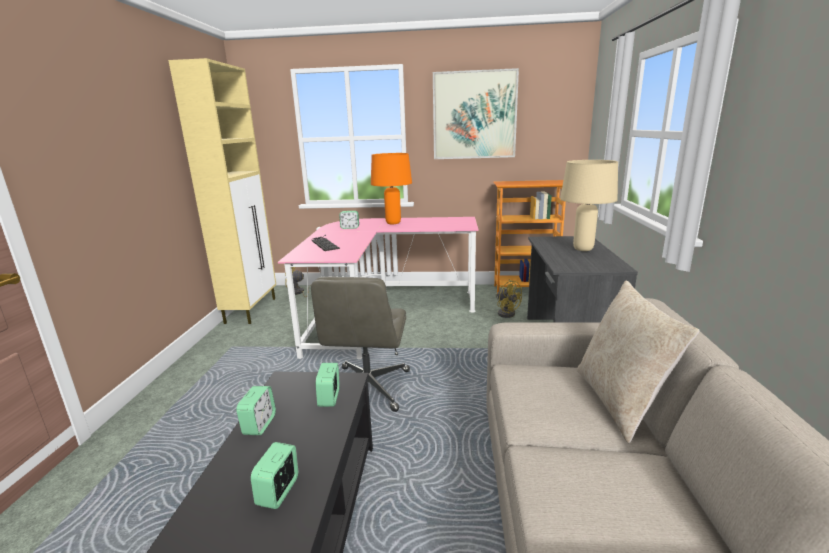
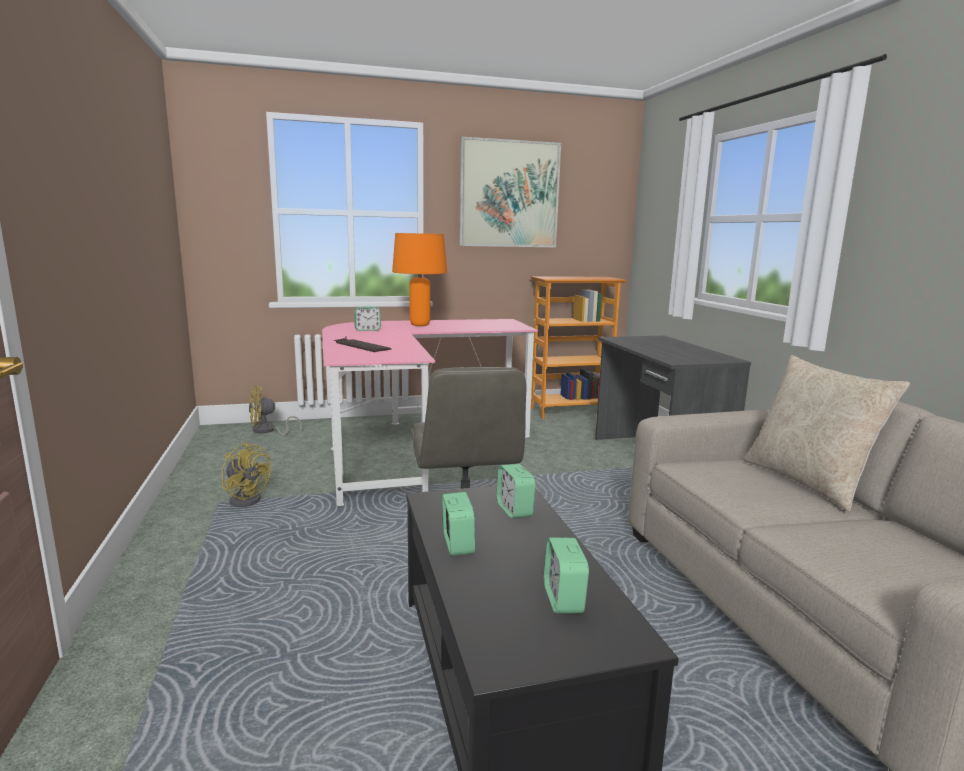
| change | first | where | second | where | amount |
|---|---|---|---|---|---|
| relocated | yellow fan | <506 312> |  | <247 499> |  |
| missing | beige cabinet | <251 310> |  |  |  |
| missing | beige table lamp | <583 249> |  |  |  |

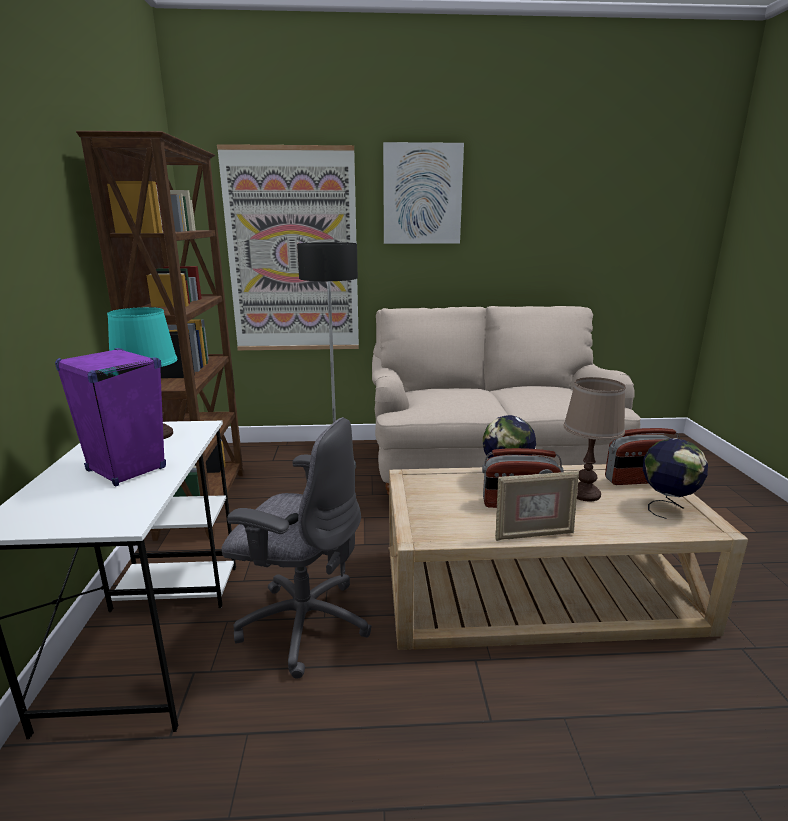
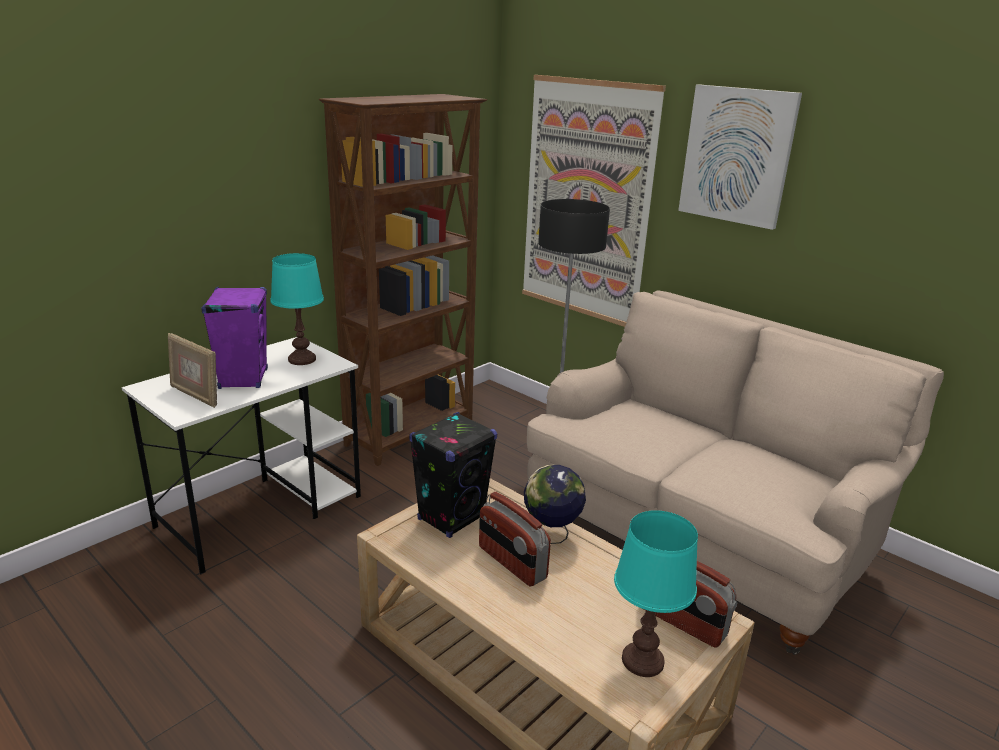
| change | first | where | second | where | amount |
|---|---|---|---|---|---|
| relocated | picture frame | <533 534> |  | <195 395> |  |
| appeared |  |  | black speaker | <452 518> |  |
| exchanged | globe | <666 507> | turquoise table lamp | <643 660> |  |
| missing | grey office chair | <303 622> |  |  |  |
| missing | brown table lamp | <584 493> |  |  |  |

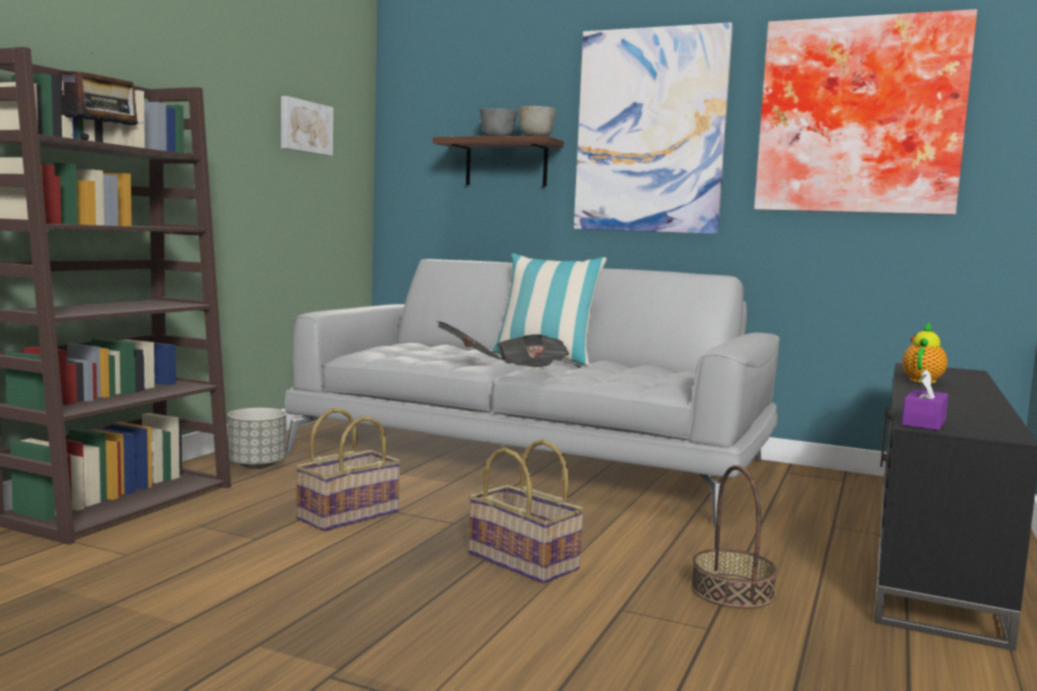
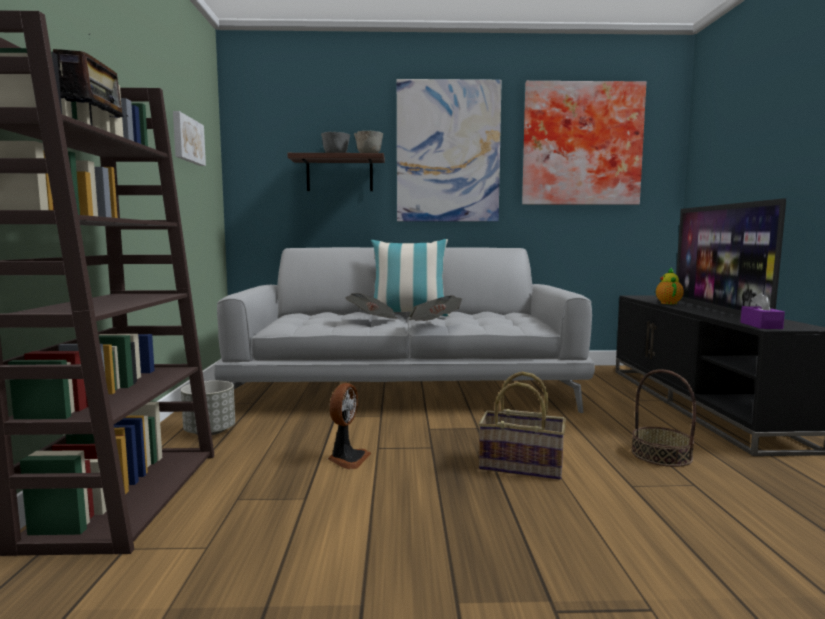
| change | first | where | second | where | amount |
|---|---|---|---|---|---|
| exchanged | basket | <348 515> | fan | <347 459> |  |
| appeared |  |  | television | <719 310> |  |

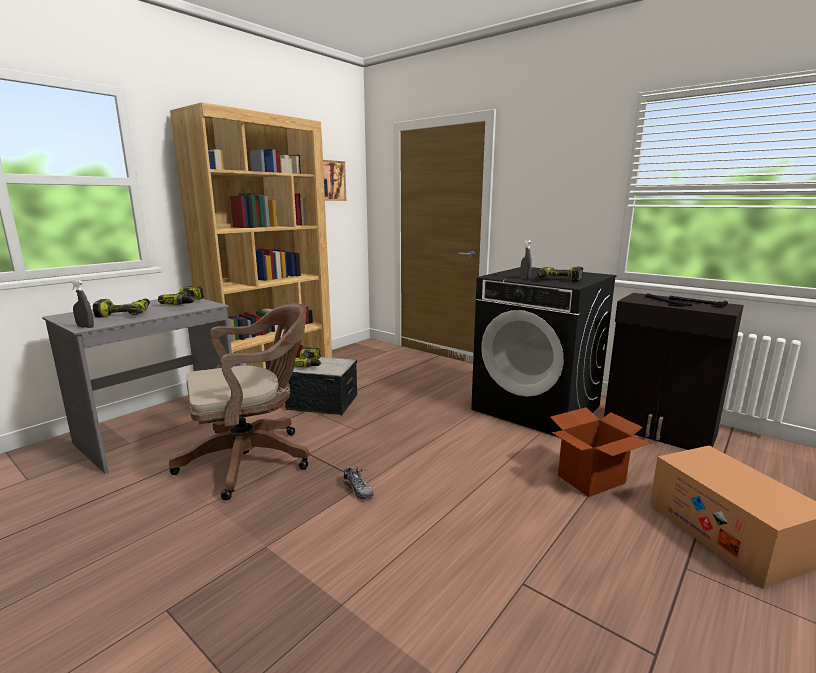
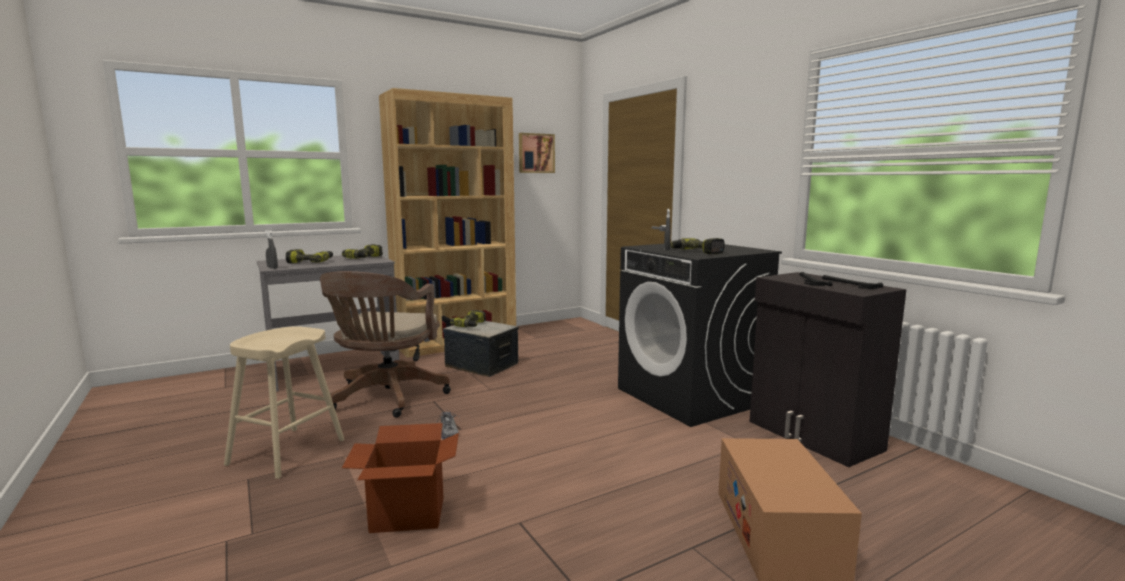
| change | first | where | second | where | amount |
|---|---|---|---|---|---|
| appeared |  |  | beige stool | <286 452> |  |
| spun | brown office chair | <253 459> |  | <386 398> | 105 degrees clockwise |
| relocated | cardboard box | <591 479> |  | <407 515> |  |

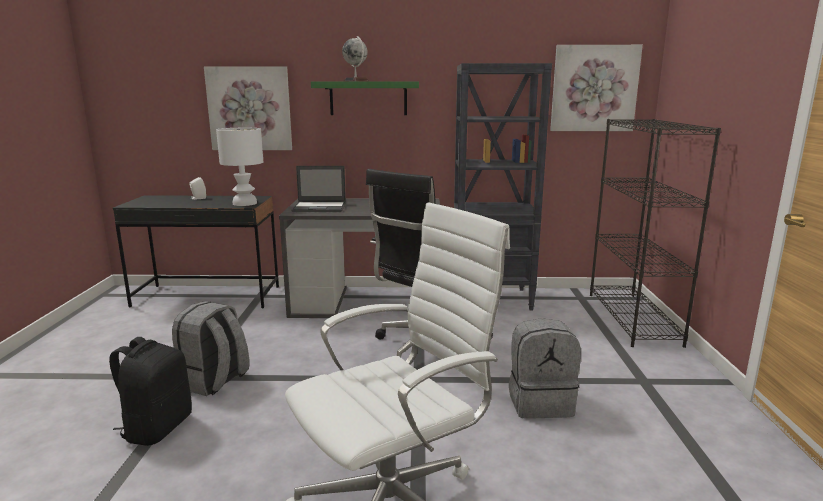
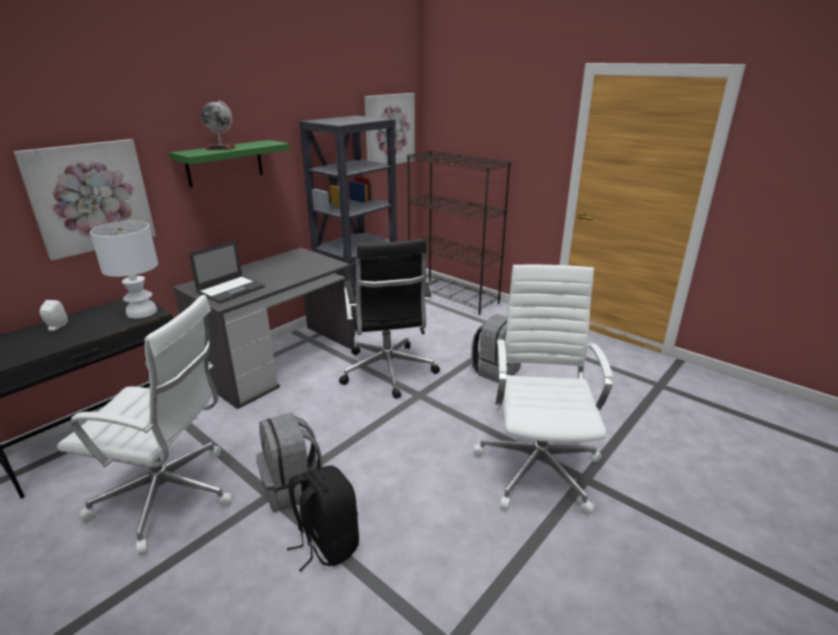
| change | first | where | second | where | amount |
|---|---|---|---|---|---|
| appeared |  |  | white office chair | <169 496> |  |

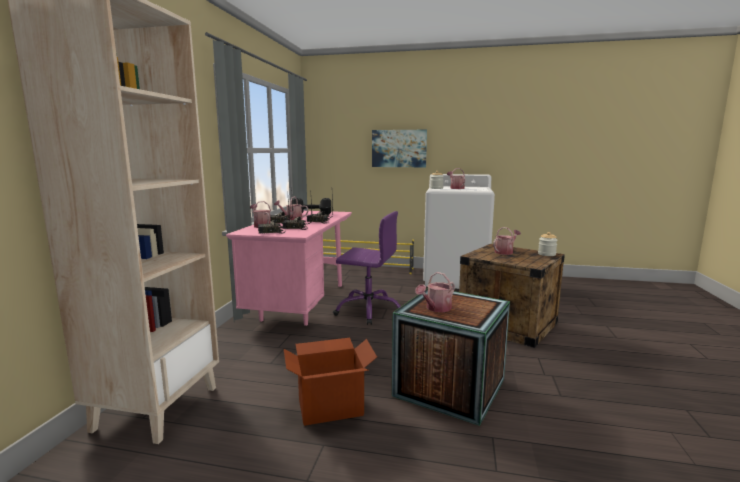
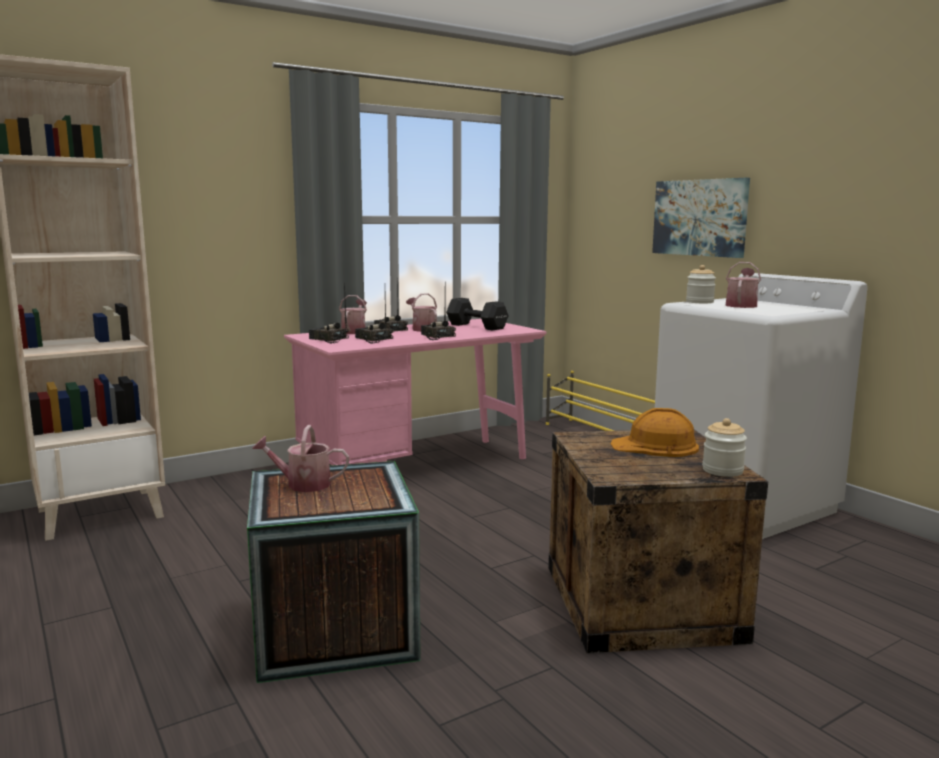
| change | first | where | second | where | amount |
|---|---|---|---|---|---|
| exchanged | watering can | <505 252> | orange hard hat | <655 446> |  |
| missing | cardboard box | <330 407> |  |  |  |
| missing | purple office chair | <369 310> |  |  |  |

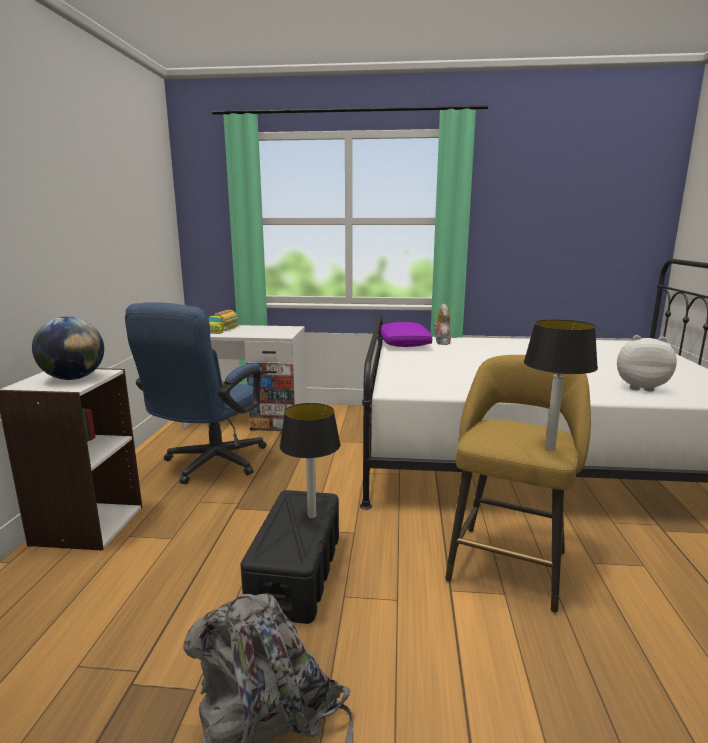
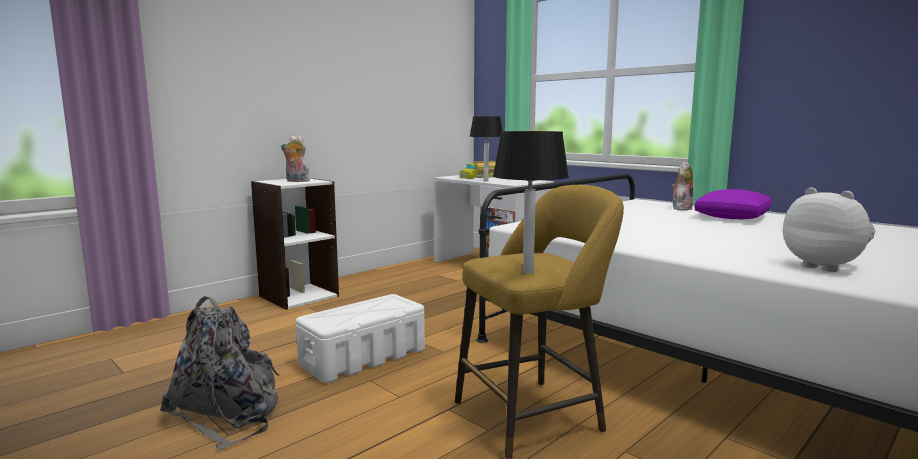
| change | first | where | second | where | amount |
|---|---|---|---|---|---|
| exchanged | globe | <73 378> | plush toy | <296 181> |  |
| colour | black storage box | <296 572> | white storage box | <364 357> |  |
| relocated | table lamp | <311 515> |  | <486 181> |  |
| relocated | purple pillow | <404 344> |  | <732 217> |  |
| missing | blue office chair | <209 465> |  |  |  |

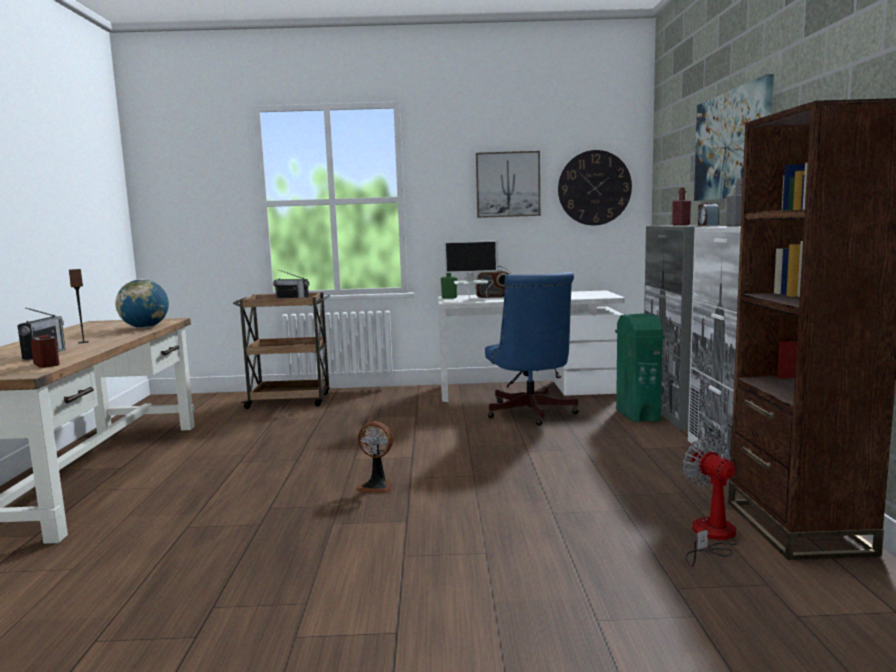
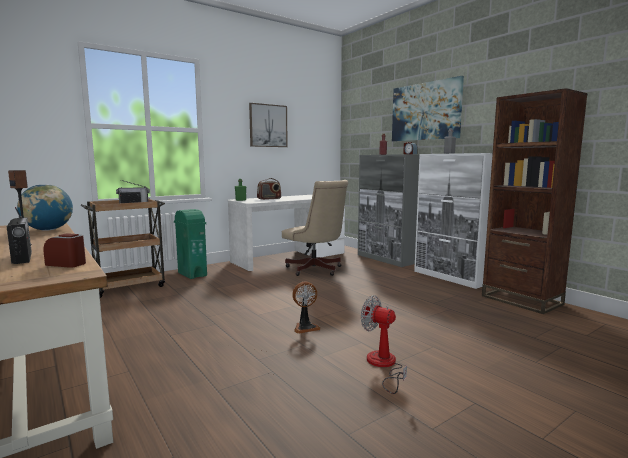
| change | first | where | second | where | amount |
|---|---|---|---|---|---|
| relocated | green trash can | <637 415> |  | <192 274> |  |
| colour | blue office chair | <531 414> | beige office chair | <316 270> |  |
| relocated | fan | <711 537> |  | <383 365> |  |
| missing | monitor | <472 300> |  |  |  |
| missing | wall clock | <594 188> |  |  |  |

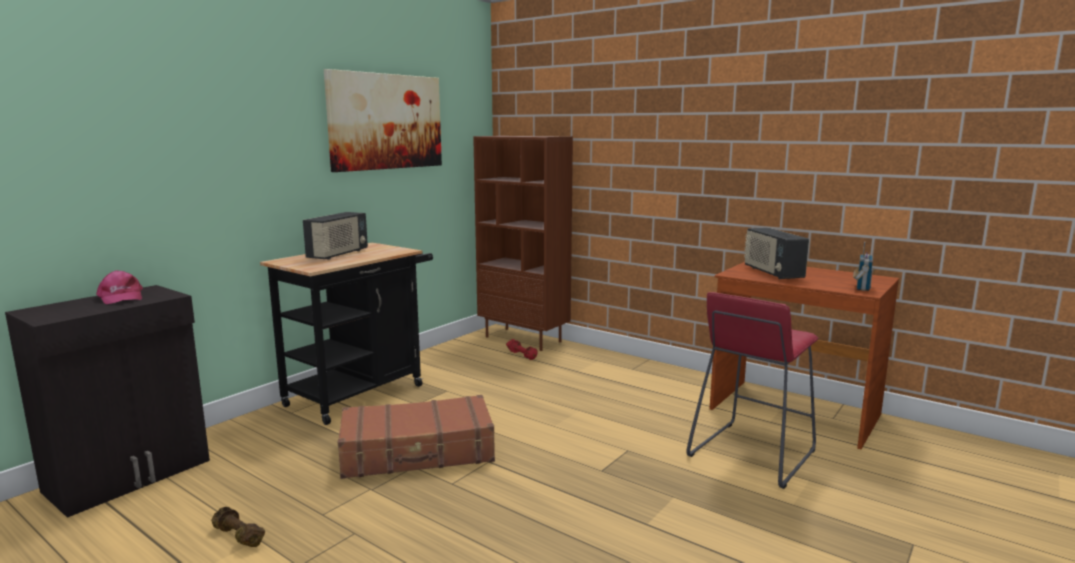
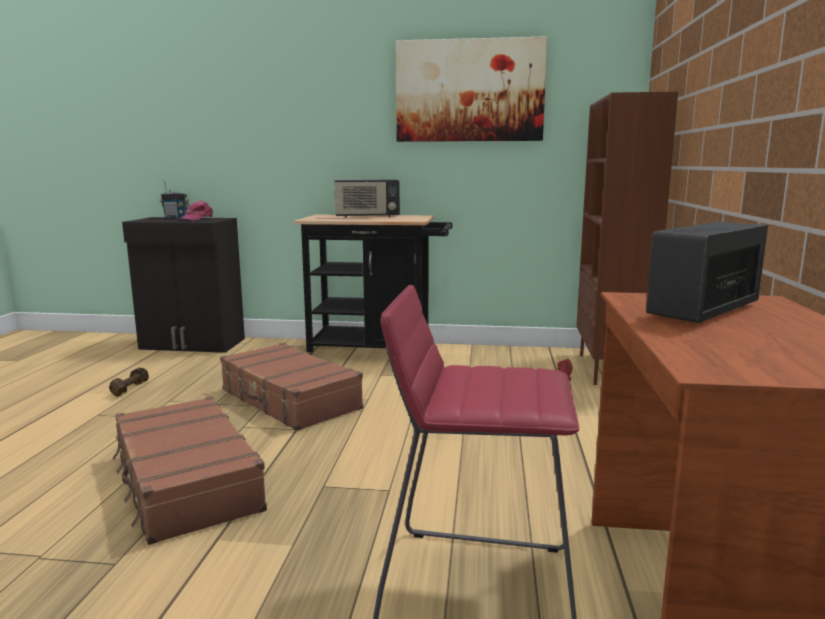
| change | first | where | second | where | amount |
|---|---|---|---|---|---|
| appeared |  |  | brown suitcase | <186 483> |  |
| relocated | radio | <862 288> |  | <176 217> |  |

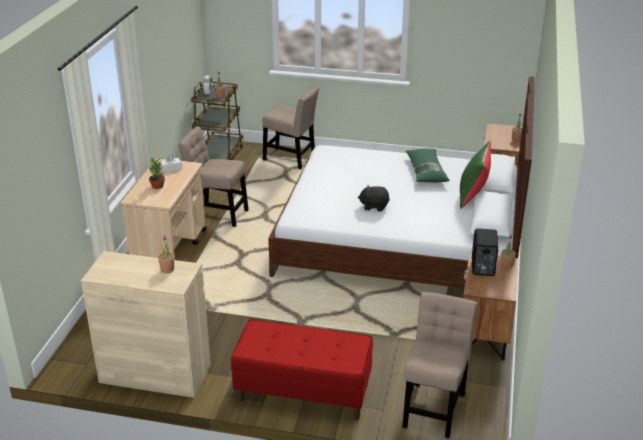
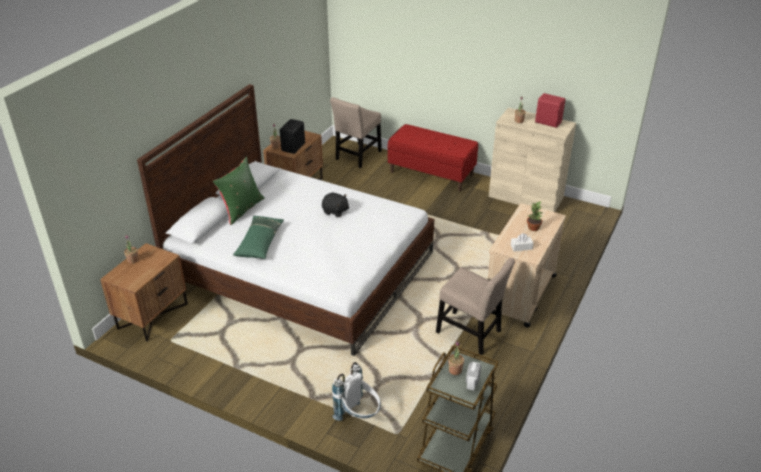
| change | first | where | second | where | amount |
|---|---|---|---|---|---|
| exchanged | beige chair | <291 159> | white backpack | <358 416> |  |
| appeared |  |  | red speaker | <548 122> |  |

